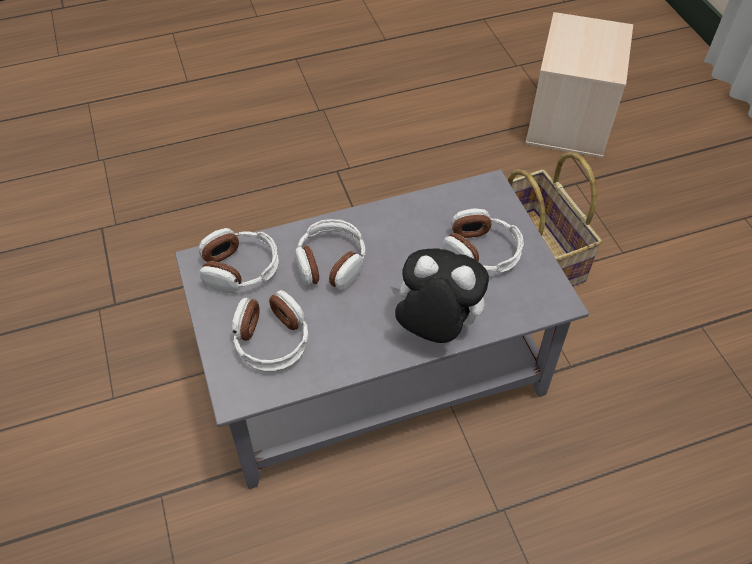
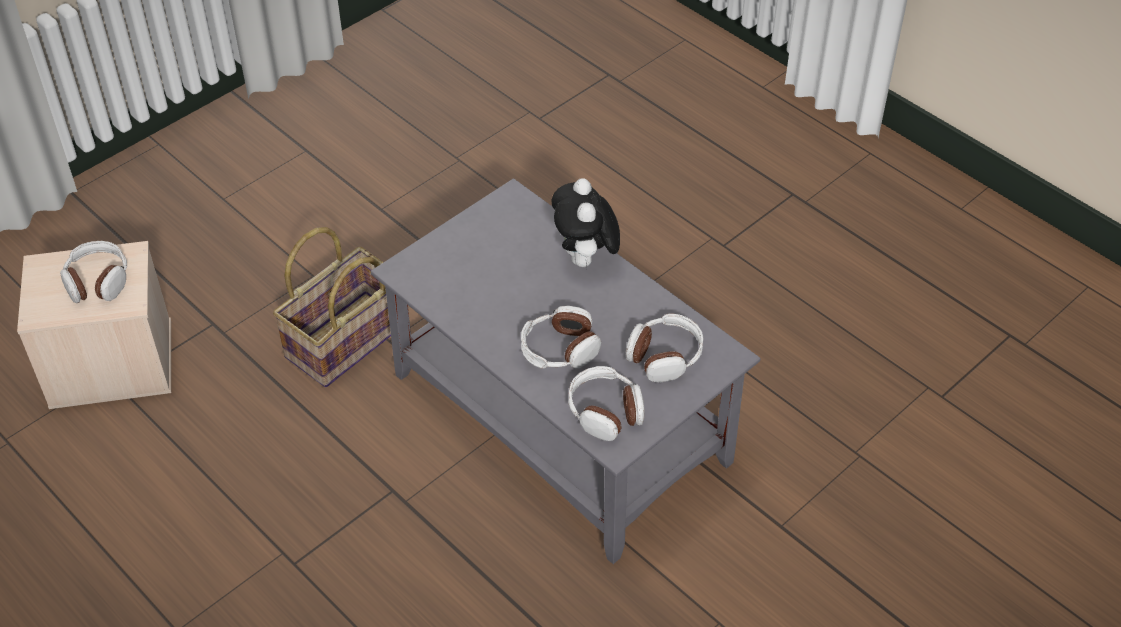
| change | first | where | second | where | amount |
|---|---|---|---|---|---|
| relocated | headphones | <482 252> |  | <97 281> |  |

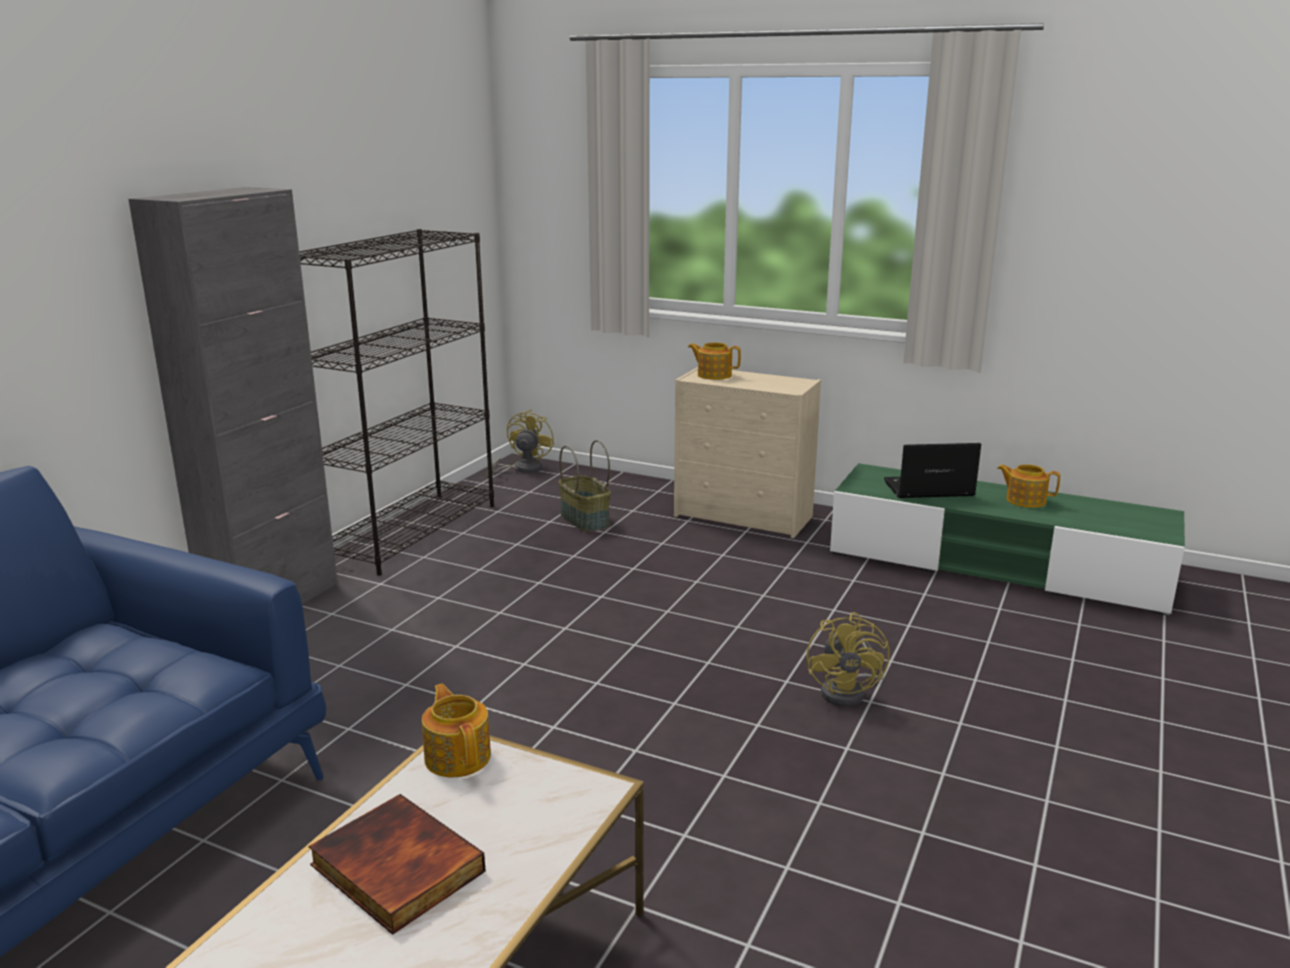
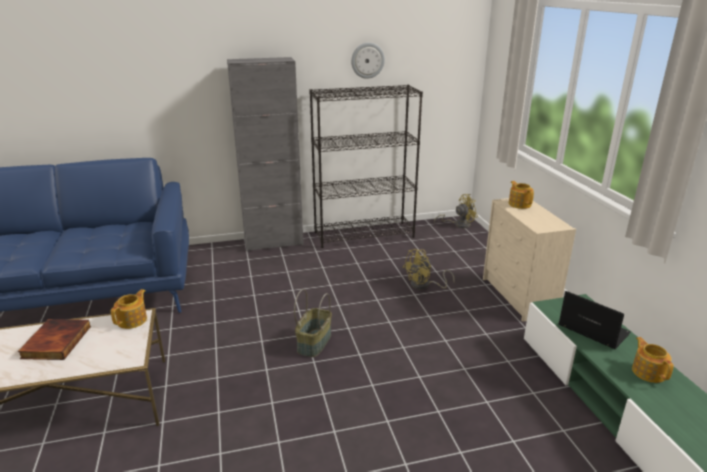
| change | first | where | second | where | amount |
|---|---|---|---|---|---|
| relocated | basket | <583 520> |  | <314 342> |  |
| appeared |  |  | wall clock | <367 60> |  |
| relocated | yellow fan | <849 692> |  | <424 285> |  |

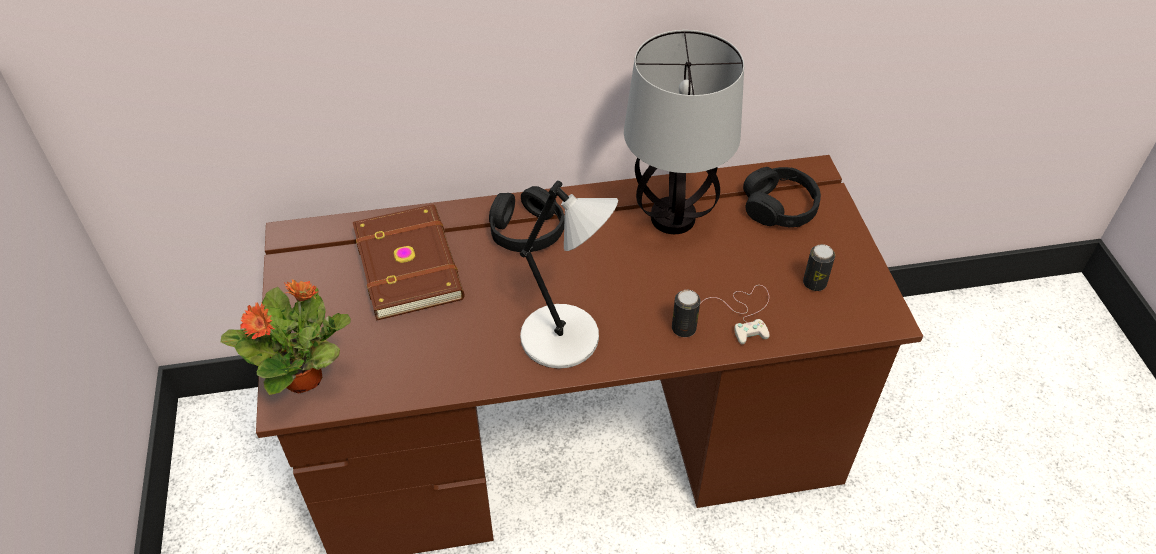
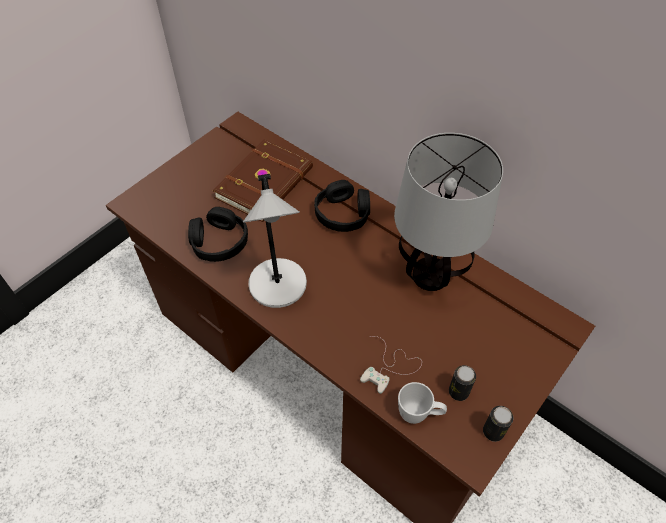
| change | first | where | second | where | amount |
|---|---|---|---|---|---|
| relocated | black headphones | <779 207> |  | <219 241> |  |
| appeared |  |  | white mug | <419 414> |  |
| relocated | can | <683 328> |  | <493 431> |  |
| missing | potted plant | <305 377> |  |  |  |

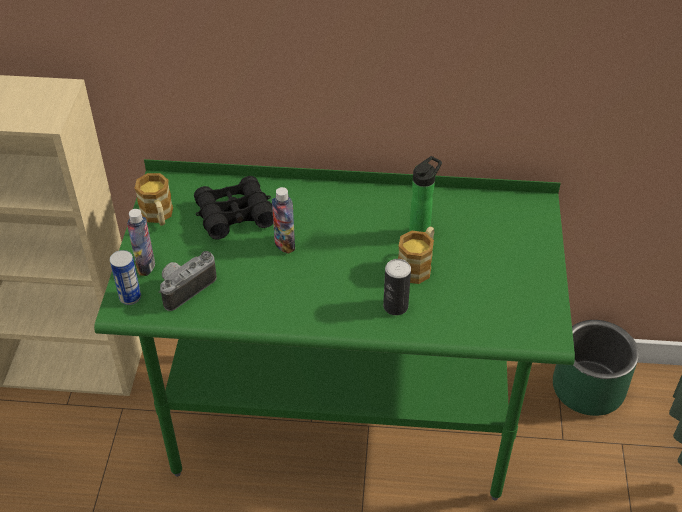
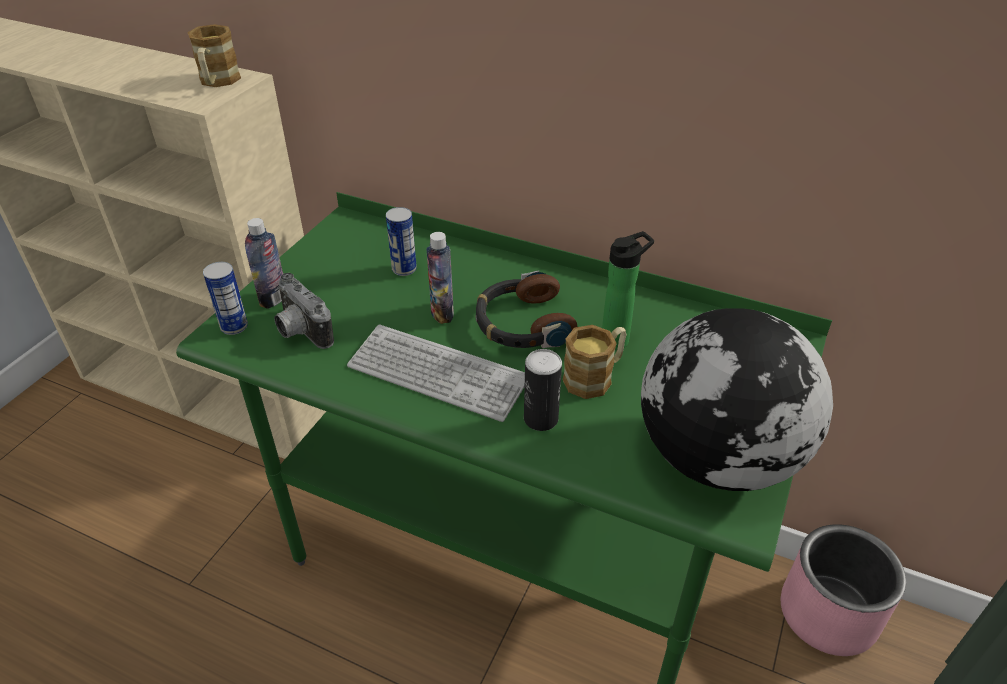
| change | first | where | second | where | amount |
|---|---|---|---|---|---|
| relocated | mug | <158 216> |  | <218 82> |  |
| spun | photo camera | <185 288> |  | <300 332> | 105 degrees counterclockwise |
| appeared |  |  | keyboard | <437 374> |  |
| exchanged | black binoculars | <234 215> | can | <404 269> |  |
| appeared |  |  | headphones | <522 323> |  |
| appeared |  |  | globe | <717 459> |  |
| colour | green planter | <588 388> | pink planter | <829 613> |  |

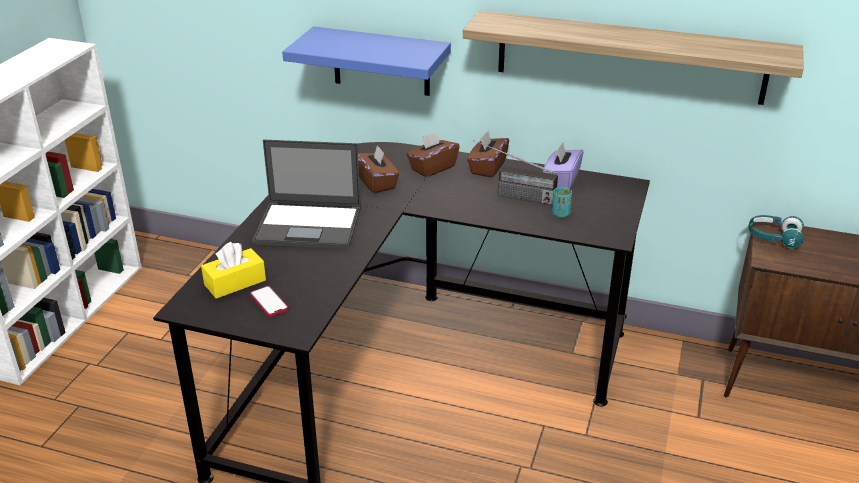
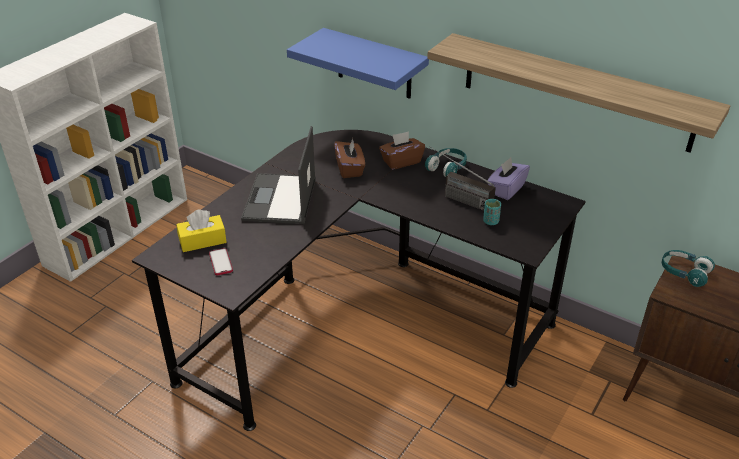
| change | first | where | second | where | amount |
|---|---|---|---|---|---|
| spun | laptop | <310 226> |  | <280 200> | 75 degrees clockwise |
| exchanged | brown tissue box | <487 168> | turquoise headphones | <447 168> |  |

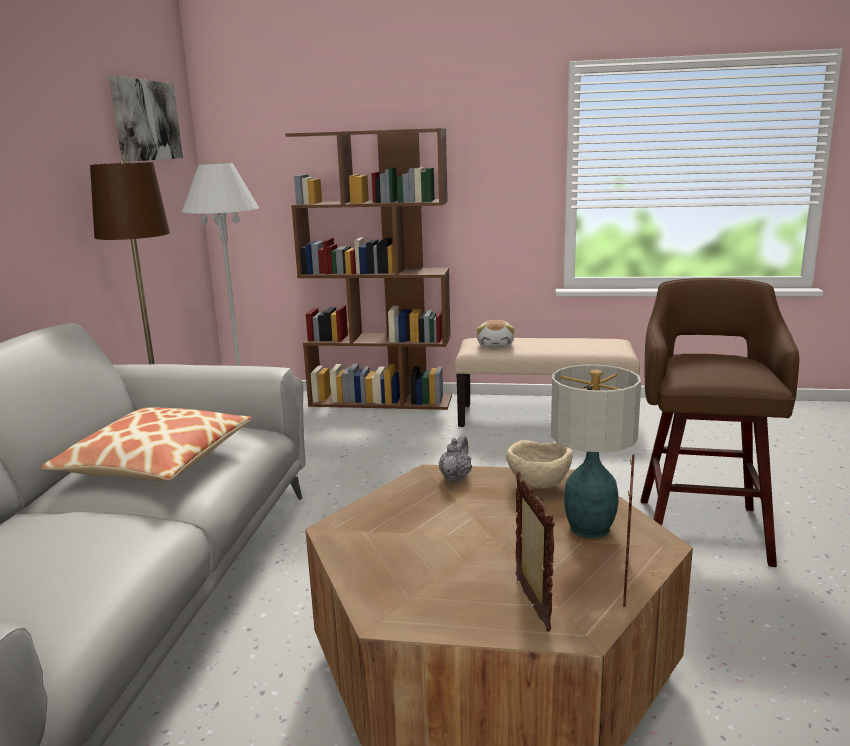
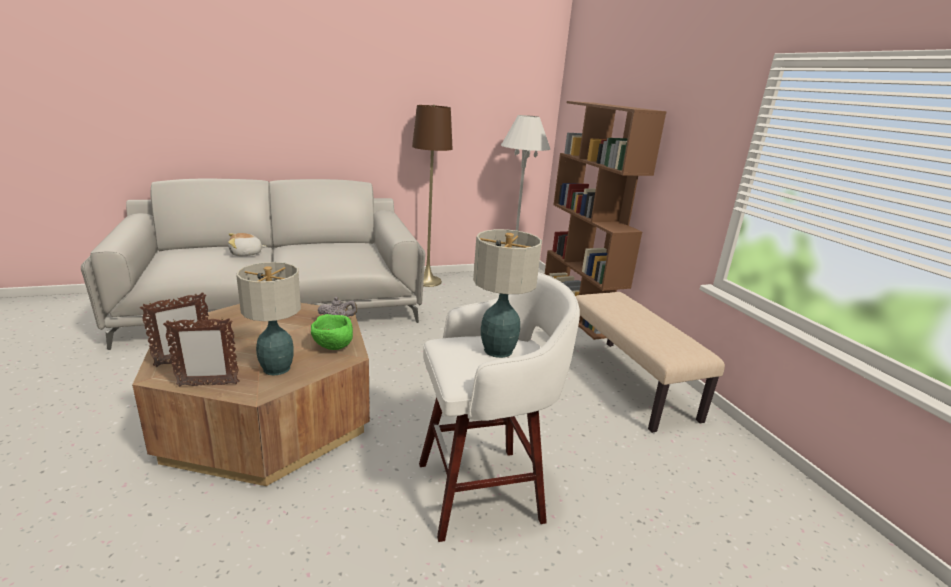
| change | first | where | second | where | amount |
|---|---|---|---|---|---|
| relocated | plush toy | <496 344> |  | <246 254> |  |
| colour | beige bowl | <538 487> | green bowl | <333 347> |  |
| colour | brown stool | <702 528> | white stool | <484 491> |  |
| appeared |  |  | table lamp | <497 350> |  |
| missing | pillow | <156 462> |  |  |  |
| missing | picture | <146 120> |  |  |  |

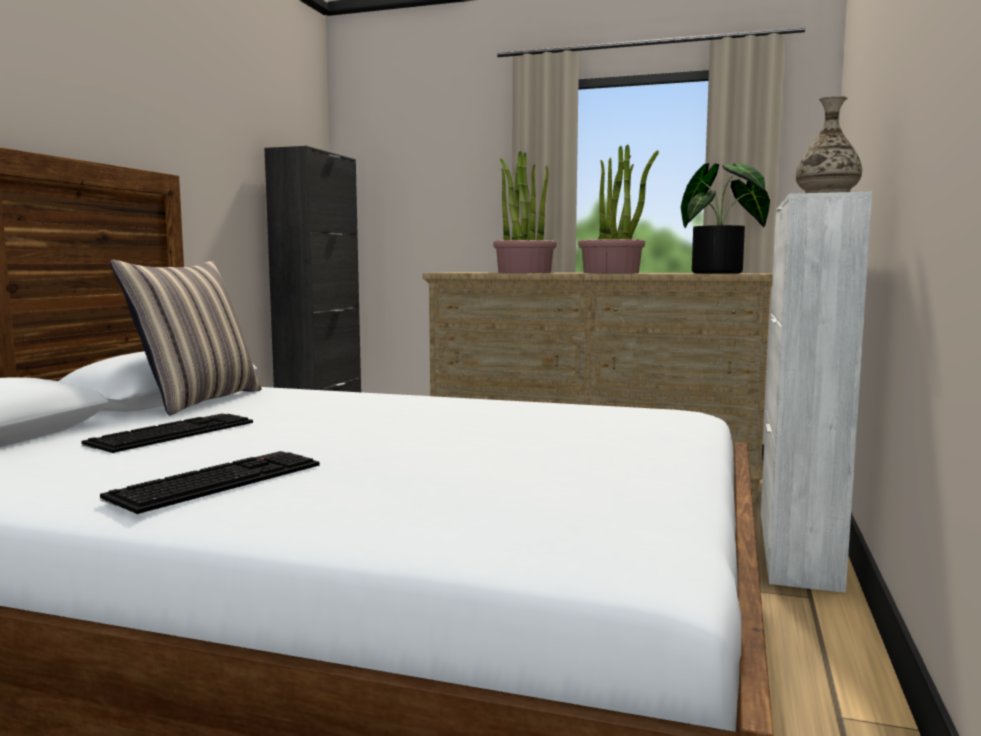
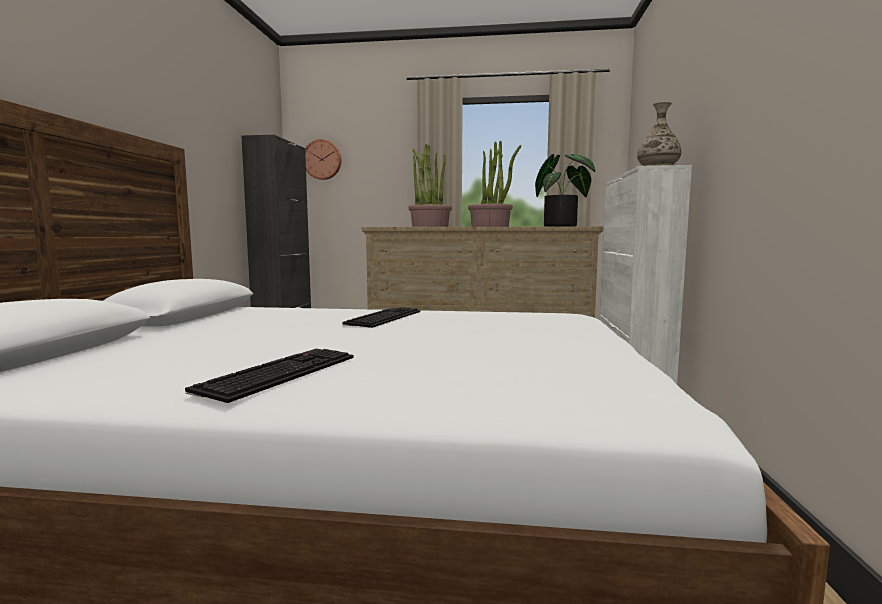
| change | first | where | second | where | amount |
|---|---|---|---|---|---|
| appeared |  |  | wall clock | <322 160> |  |
| relocated | keyboard | <173 433> |  | <383 317> |  |
| missing | pillow | <197 400> |  |  |  |

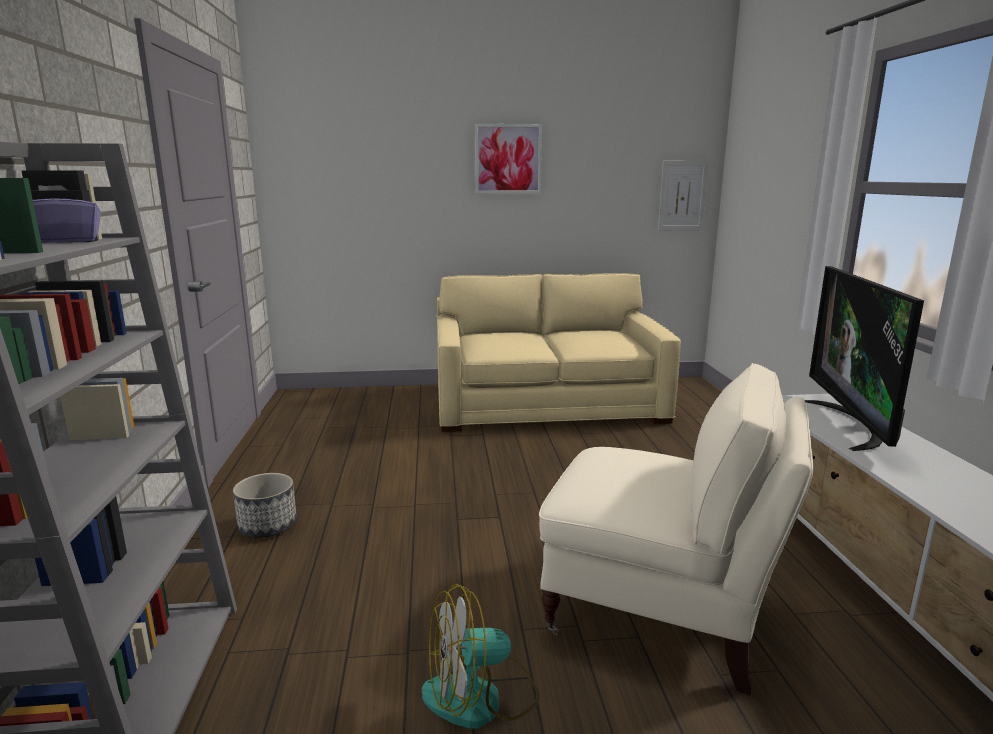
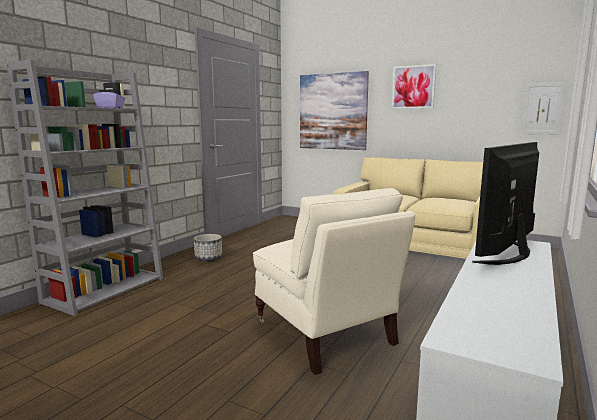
| change | first | where | second | where | amount |
|---|---|---|---|---|---|
| appeared |  |  | picture | <332 111> |  |
| missing | fan | <480 697> |  |  |  |

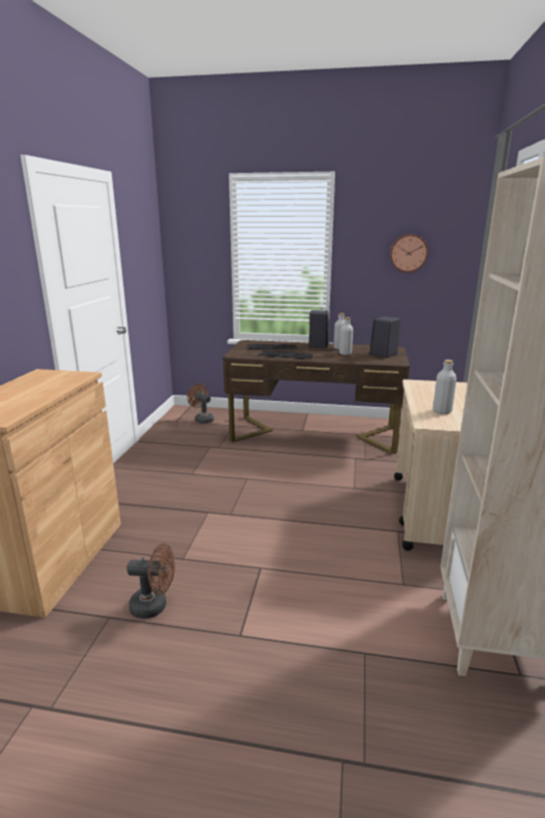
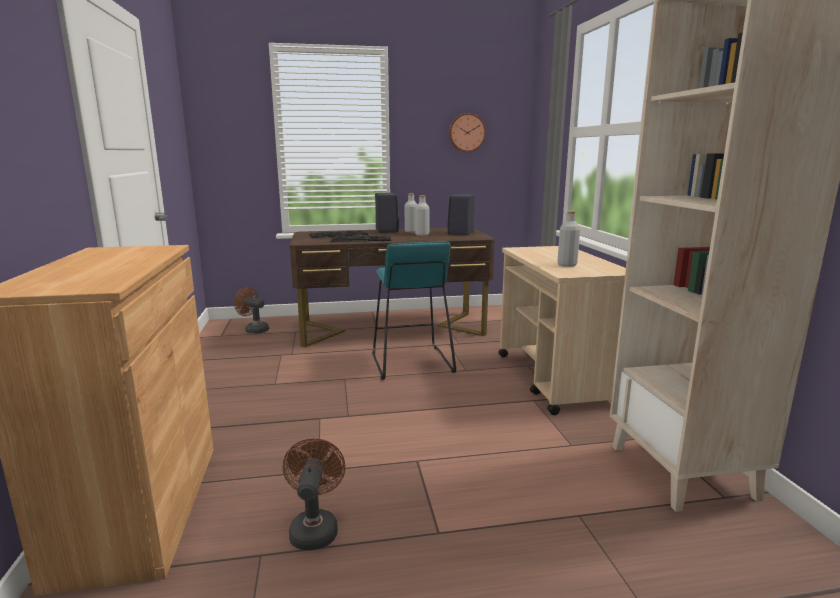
| change | first | where | second | where | amount |
|---|---|---|---|---|---|
| spun | brown fan | <154 606> |  | <314 528> | 75 degrees counterclockwise |
| appeared |  |  | turquoise stool | <410 362> |  |

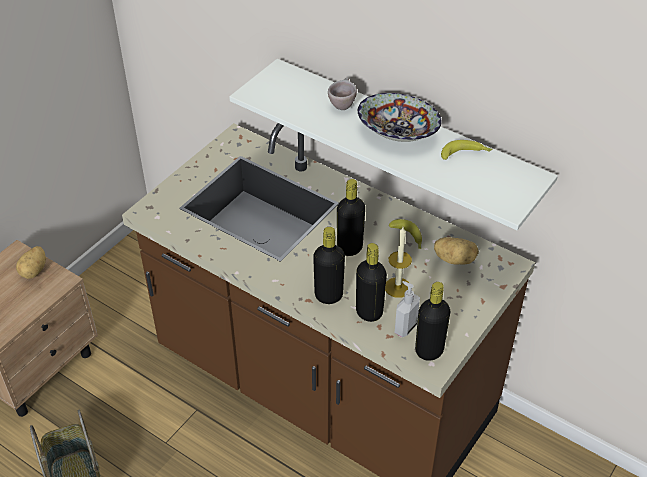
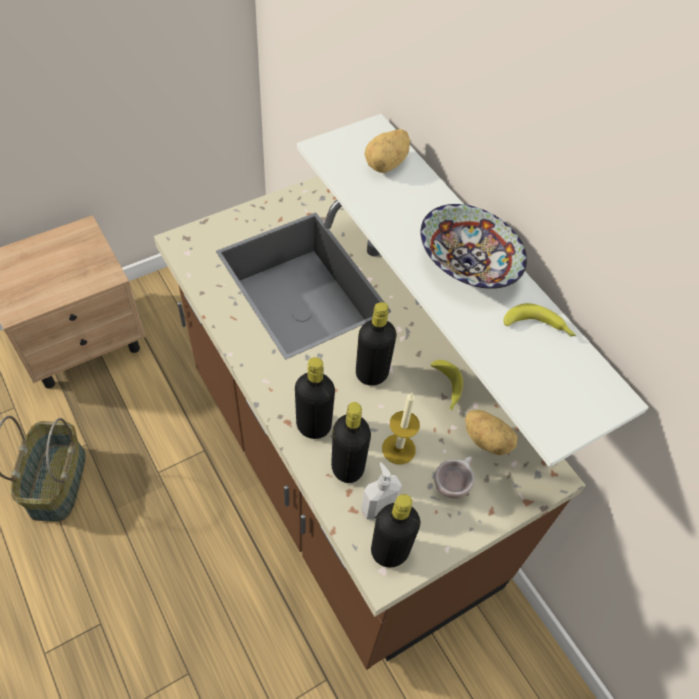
| change | first | where | second | where | amount |
|---|---|---|---|---|---|
| relocated | potato | <35 271> |  | <387 164> |  |
| relocated | beige cup | <342 104> |  | <452 484> |  |

